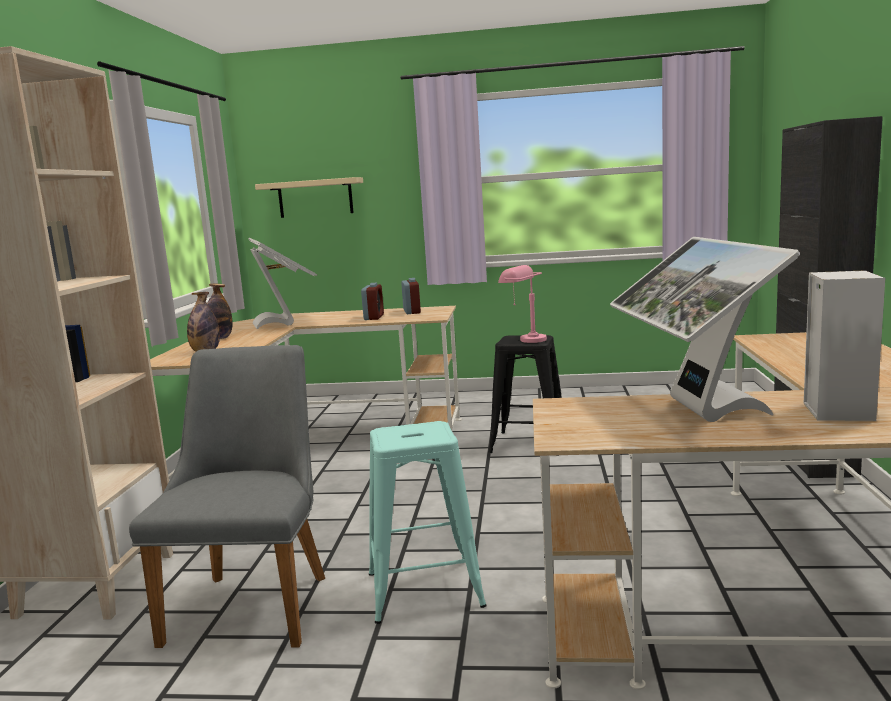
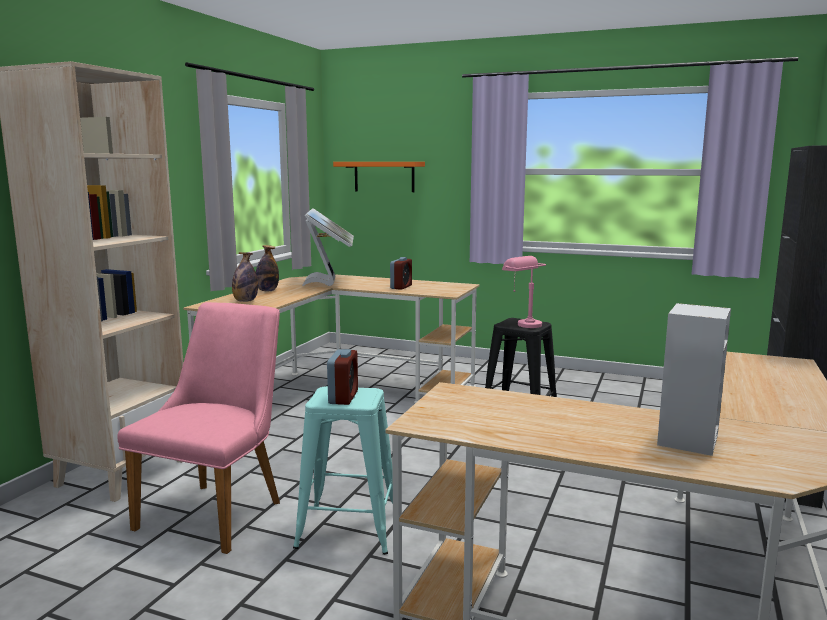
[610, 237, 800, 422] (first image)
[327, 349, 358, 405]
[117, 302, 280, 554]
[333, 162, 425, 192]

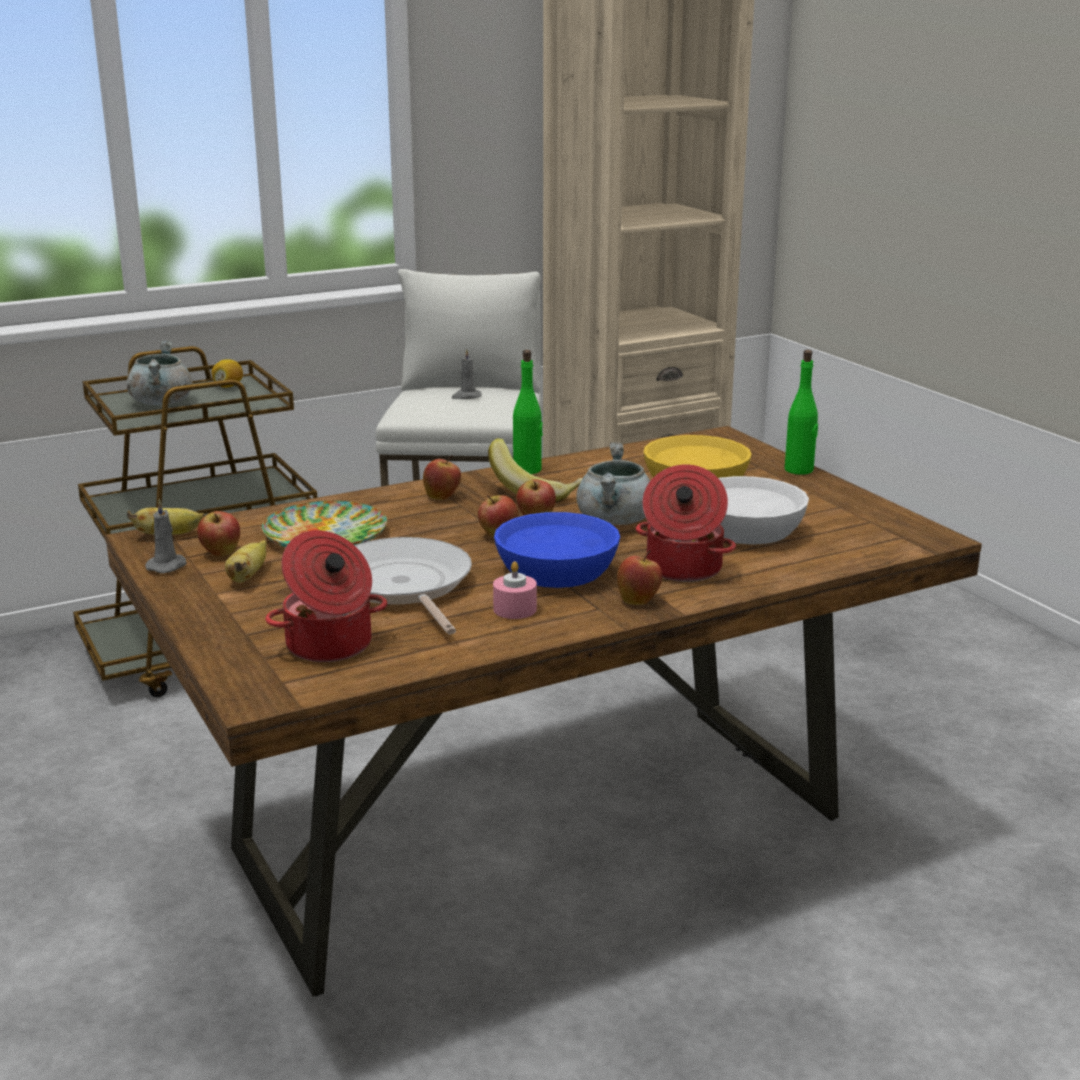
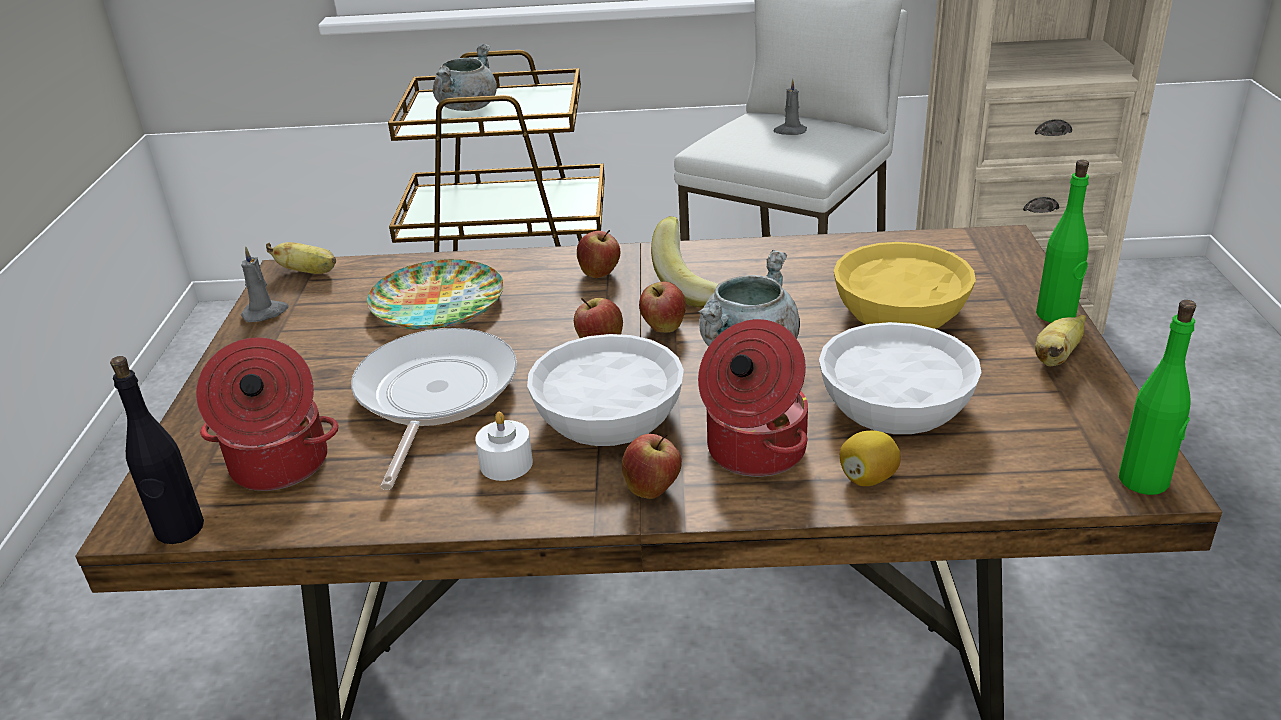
[197, 511, 240, 556] (first image)
[110, 356, 204, 544]
[840, 431, 901, 486]
[1035, 315, 1086, 367]
[1119, 300, 1196, 495]
[475, 412, 533, 481]
[527, 334, 684, 446]

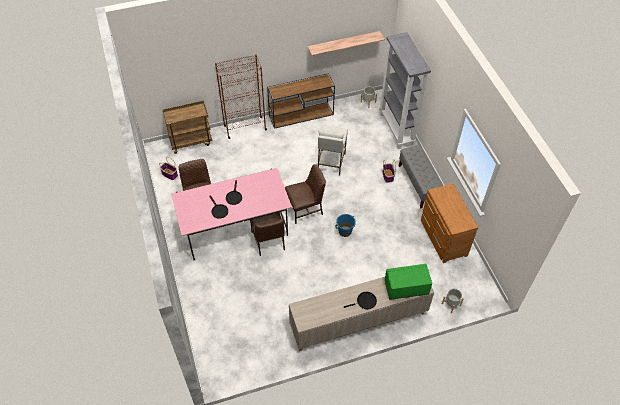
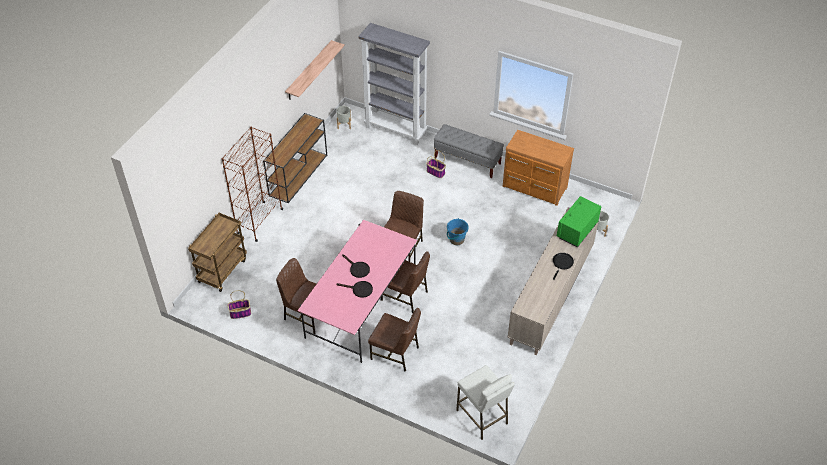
[368, 308, 421, 372]
[456, 365, 515, 440]

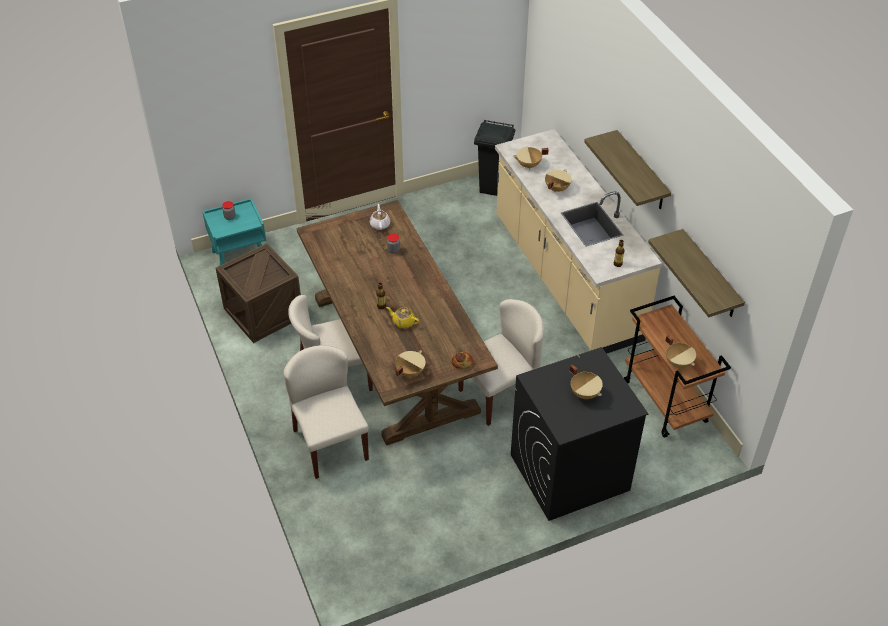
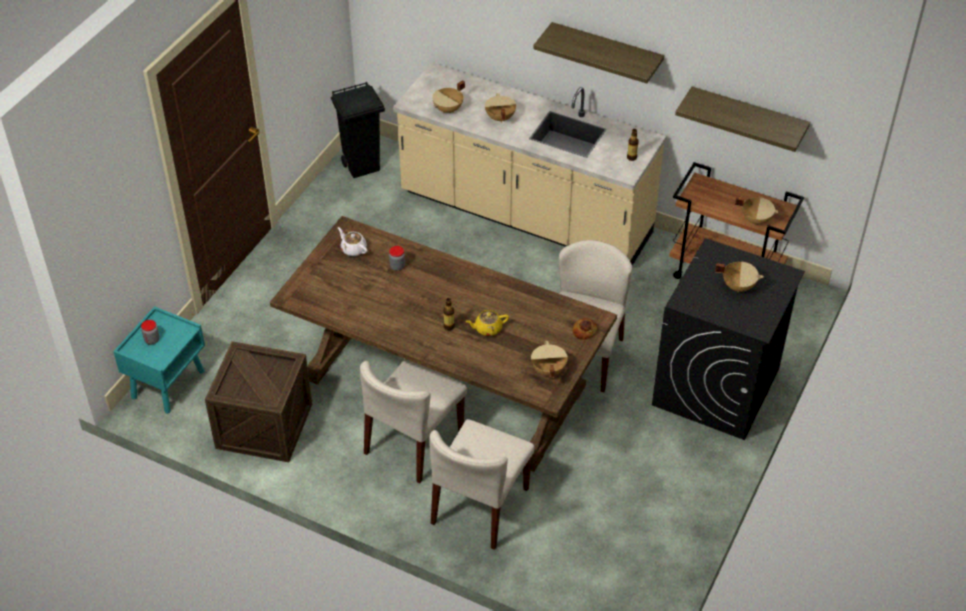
[429, 419, 535, 550]

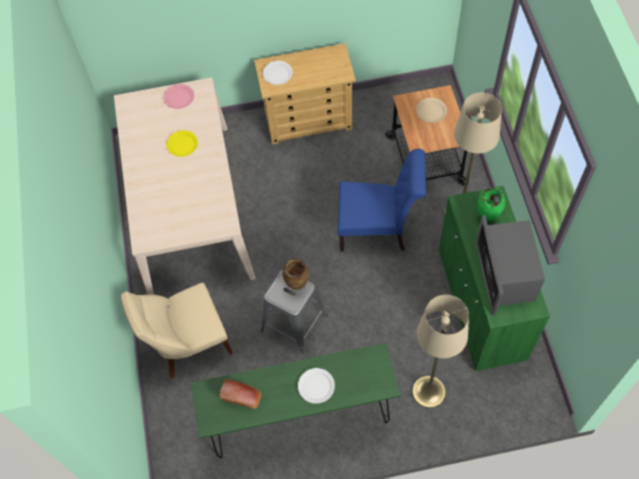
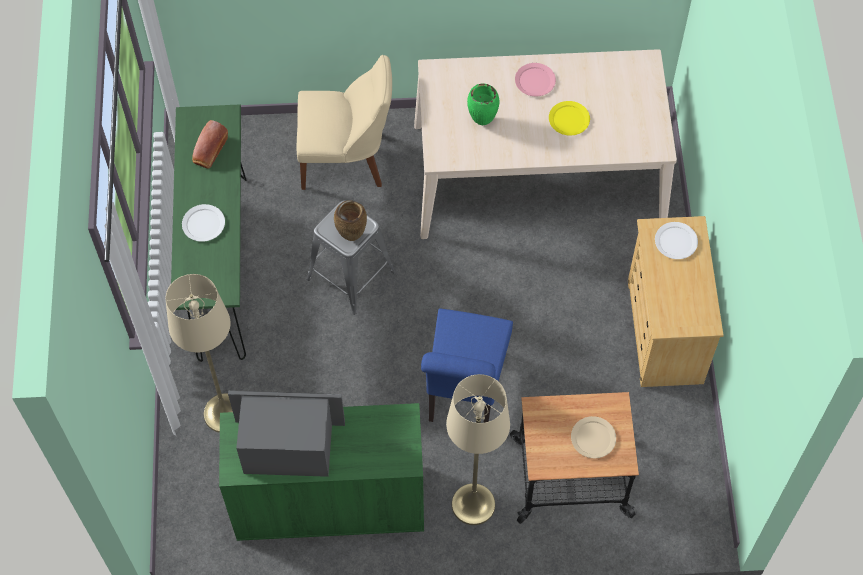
[515, 63, 556, 96]
[467, 83, 499, 125]
[297, 55, 392, 190]

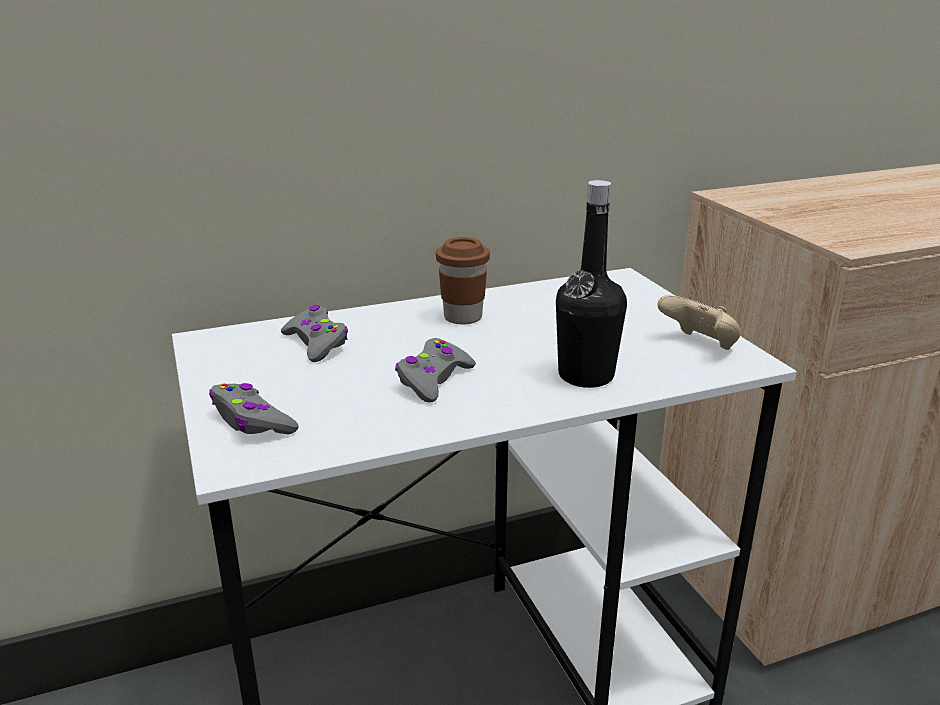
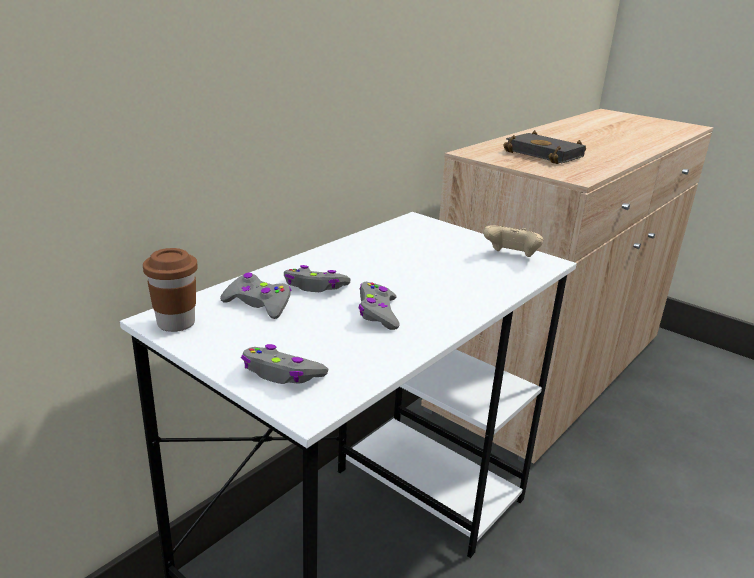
[556, 180, 627, 388] (first image)
[284, 265, 351, 292]
[503, 130, 586, 164]
[143, 248, 198, 332]

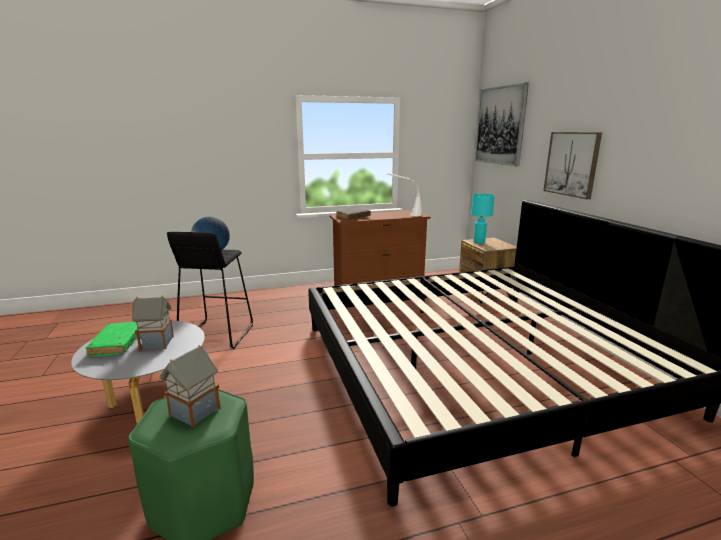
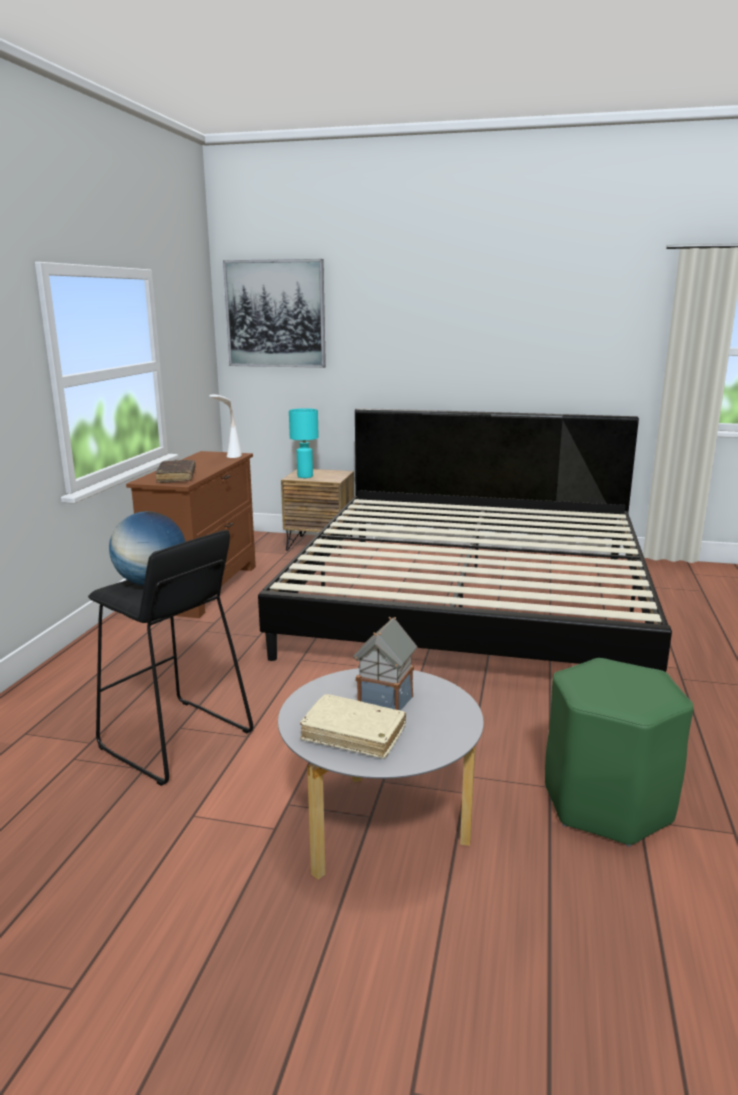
[159, 345, 221, 428] (first image)
[543, 132, 602, 199] (first image)
[300, 694, 406, 759]

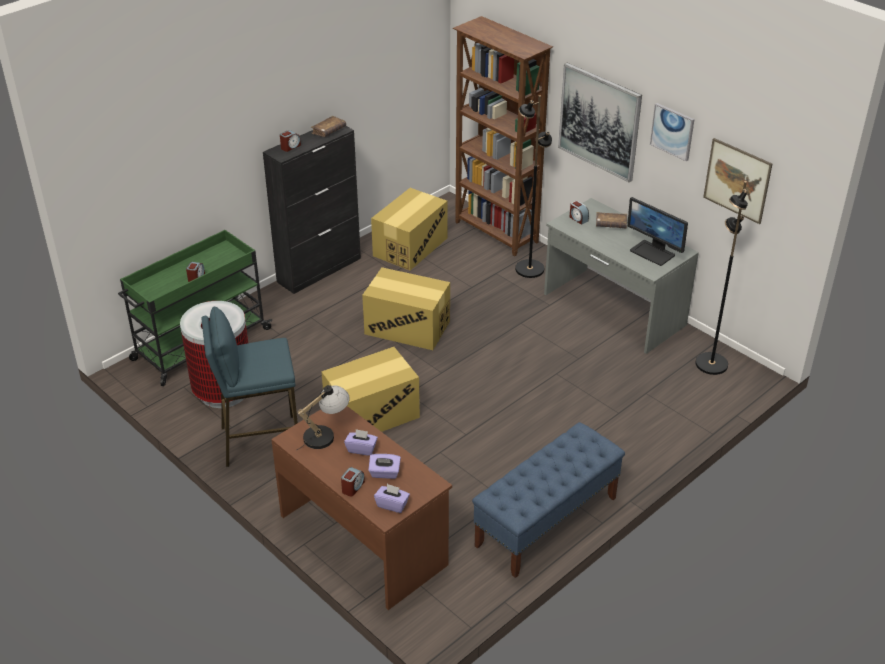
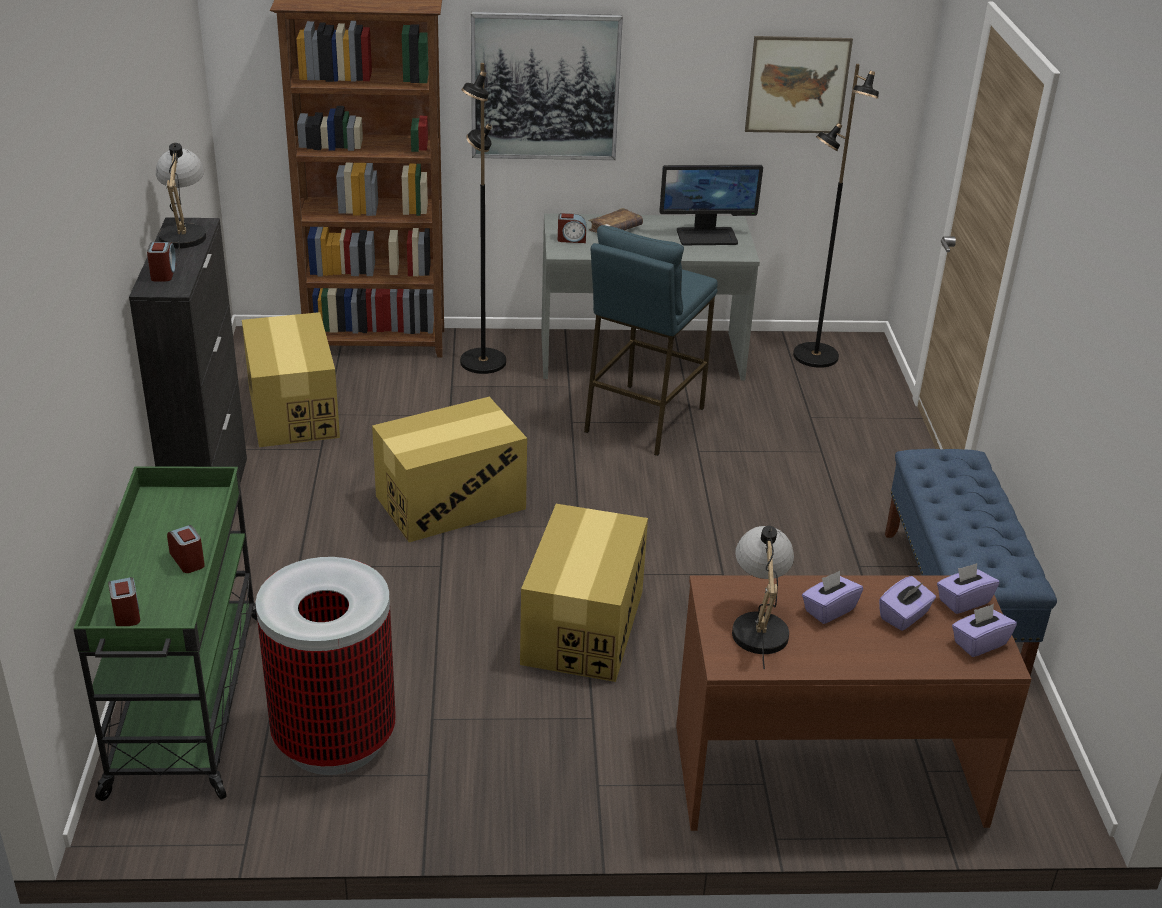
[650, 103, 695, 161] (first image)
[937, 563, 999, 614]
[584, 225, 718, 456]
[108, 577, 140, 626]
[156, 143, 206, 256]

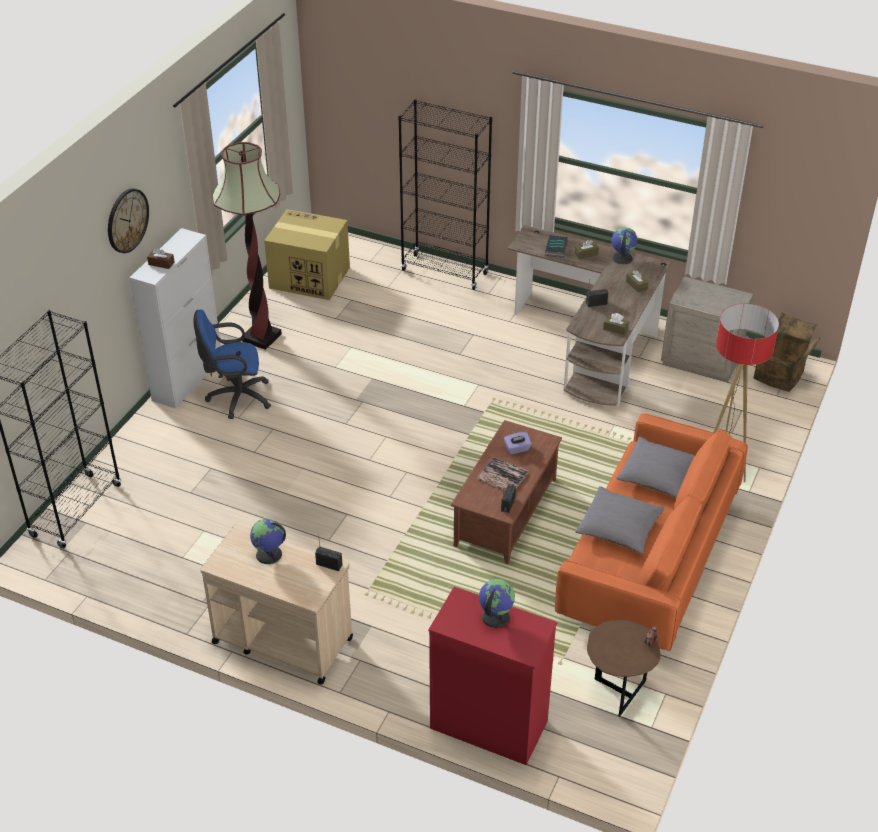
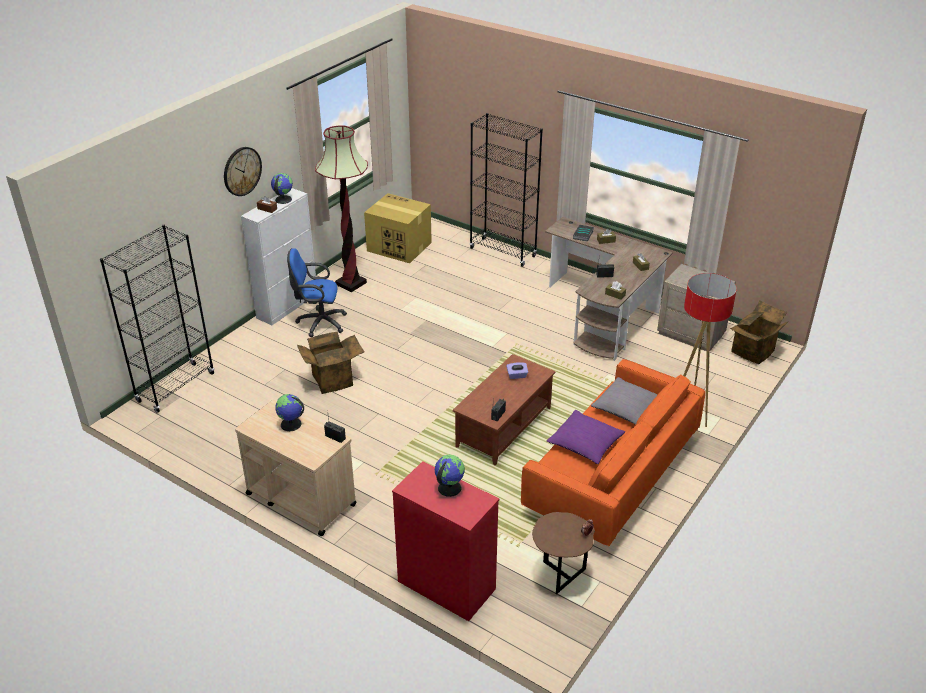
[477, 457, 528, 490] (first image)
[297, 332, 364, 394]
[271, 173, 293, 204]
[547, 410, 625, 464]

